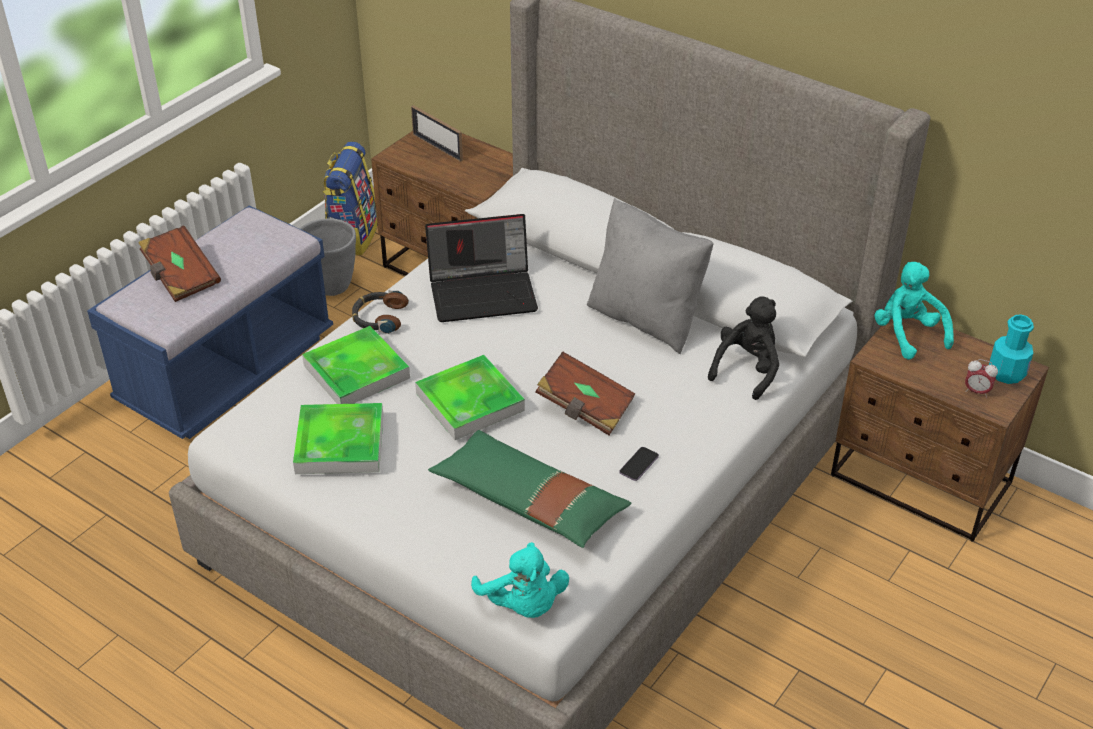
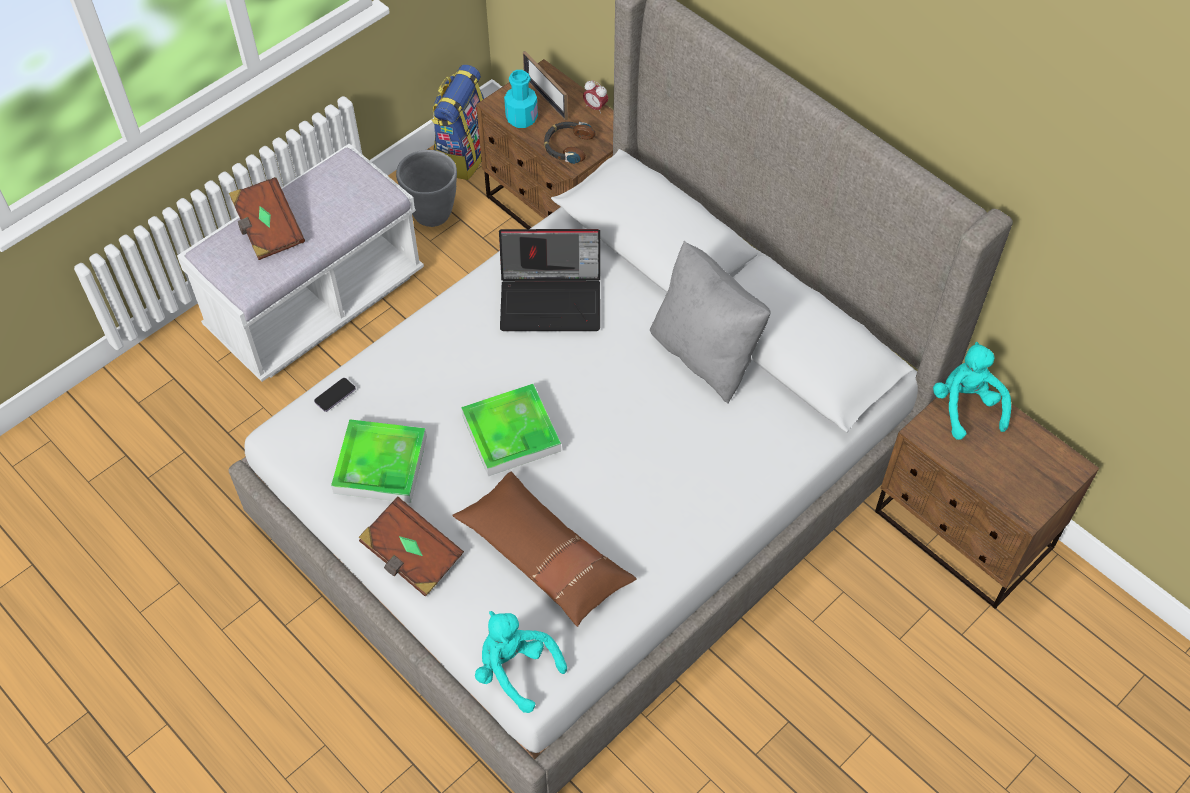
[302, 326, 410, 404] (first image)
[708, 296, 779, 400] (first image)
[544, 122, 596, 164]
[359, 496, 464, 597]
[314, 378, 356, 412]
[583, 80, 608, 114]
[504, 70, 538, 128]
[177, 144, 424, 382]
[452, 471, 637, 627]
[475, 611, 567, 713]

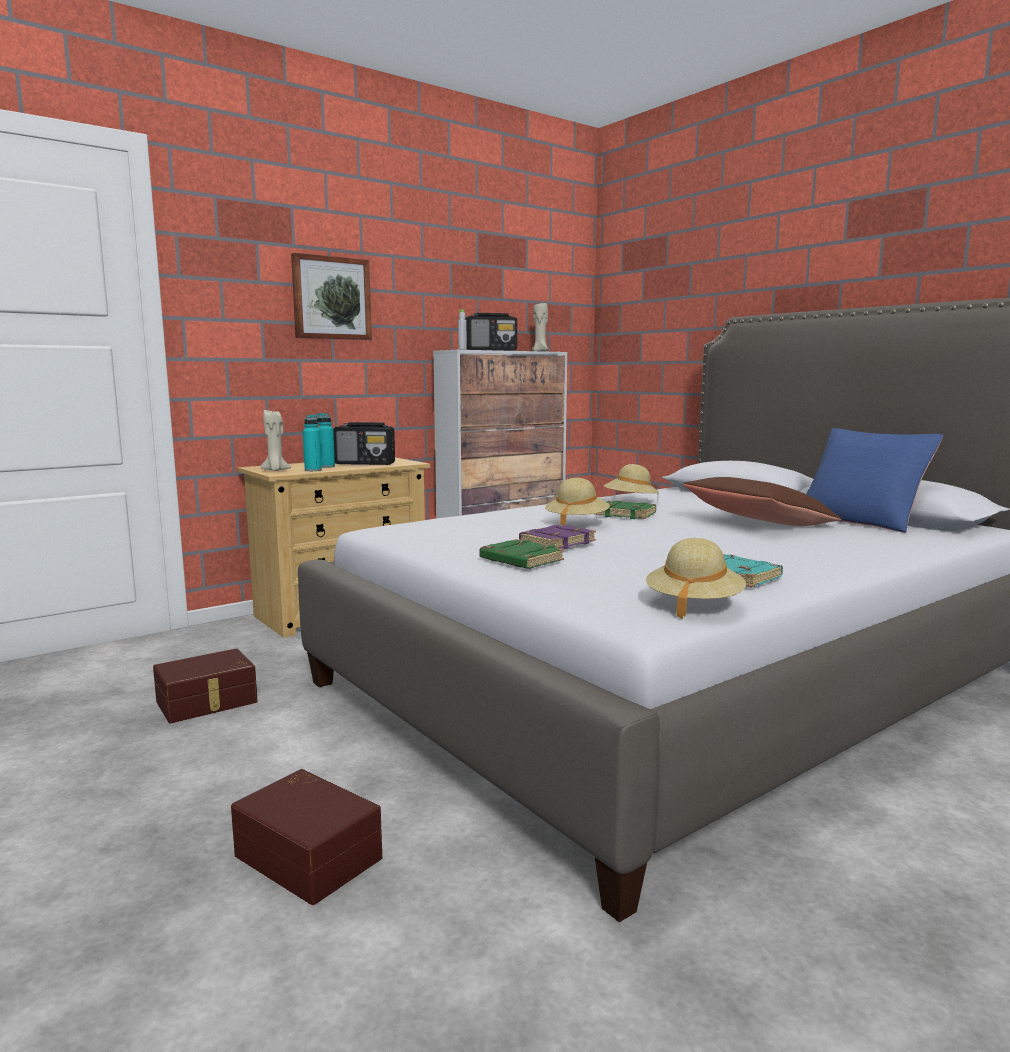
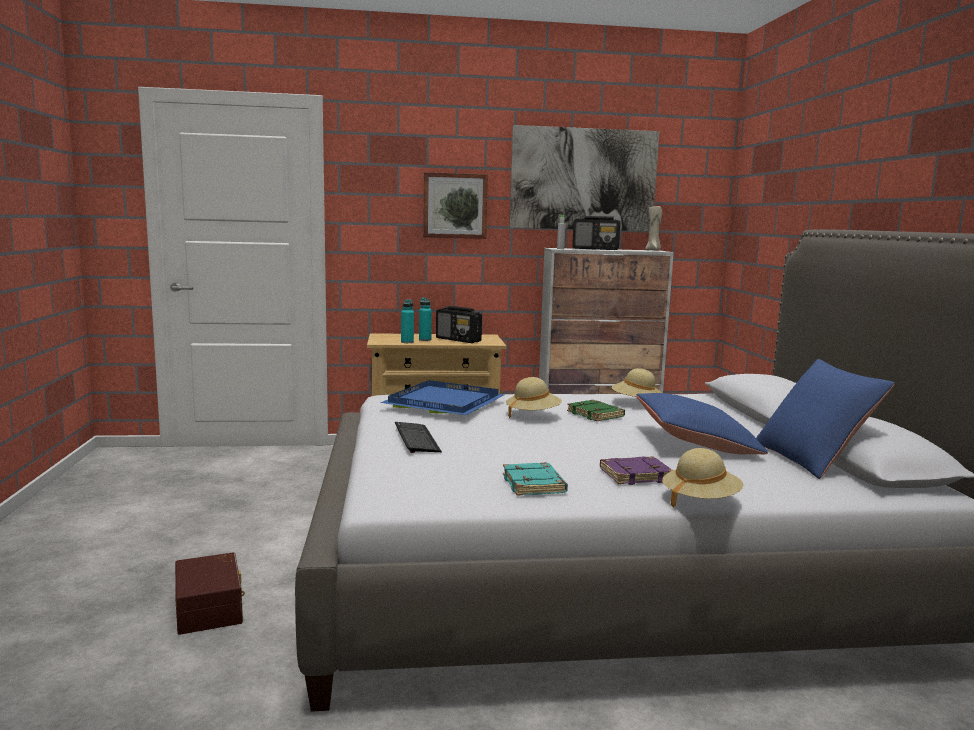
[153, 648, 258, 723] (first image)
[261, 410, 291, 471] (first image)
[380, 380, 504, 415]
[509, 125, 659, 231]
[600, 457, 673, 485]
[662, 448, 744, 508]
[395, 422, 442, 453]
[636, 393, 768, 454]

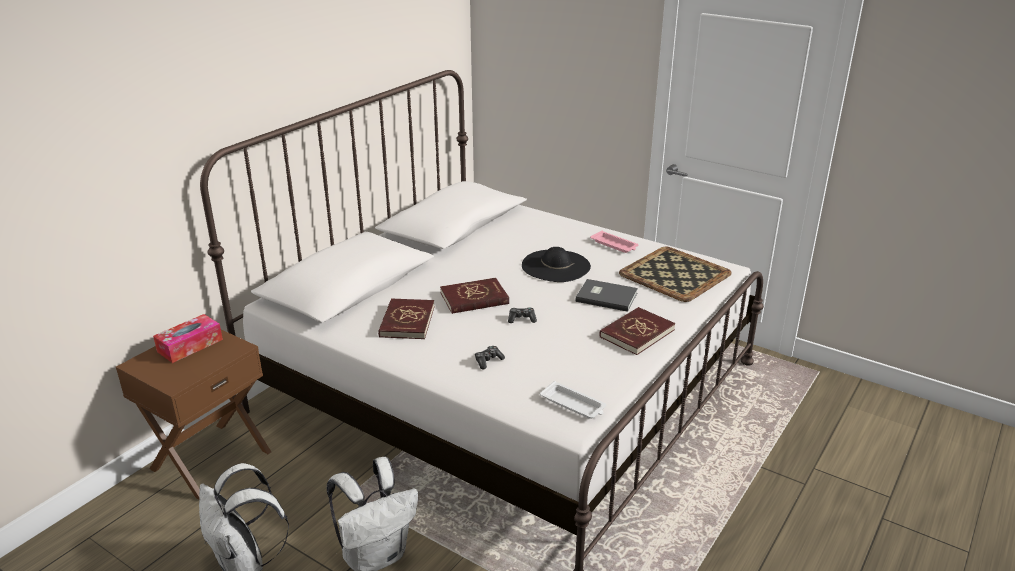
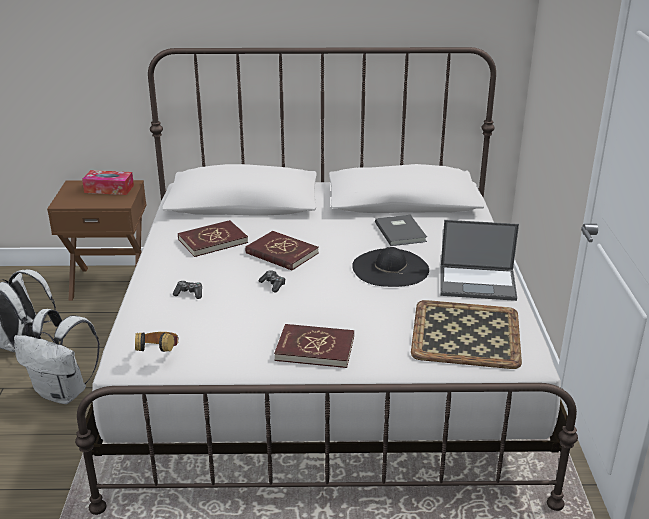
[375, 215, 427, 246]
[135, 332, 179, 352]
[440, 220, 519, 301]

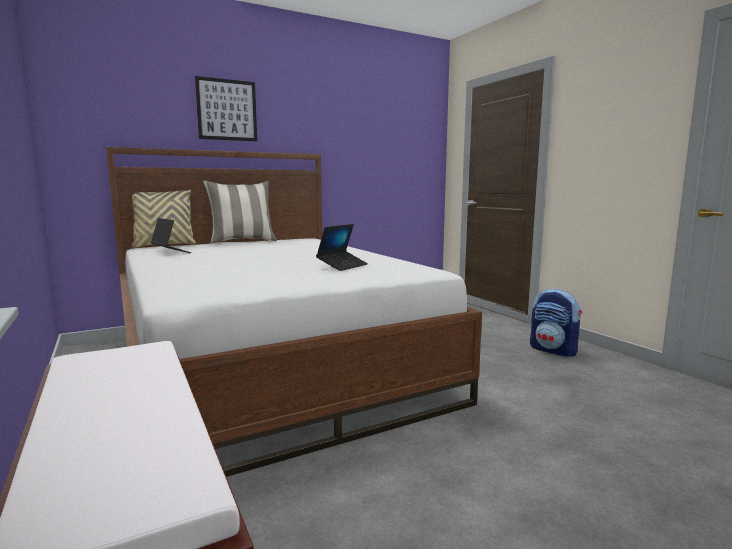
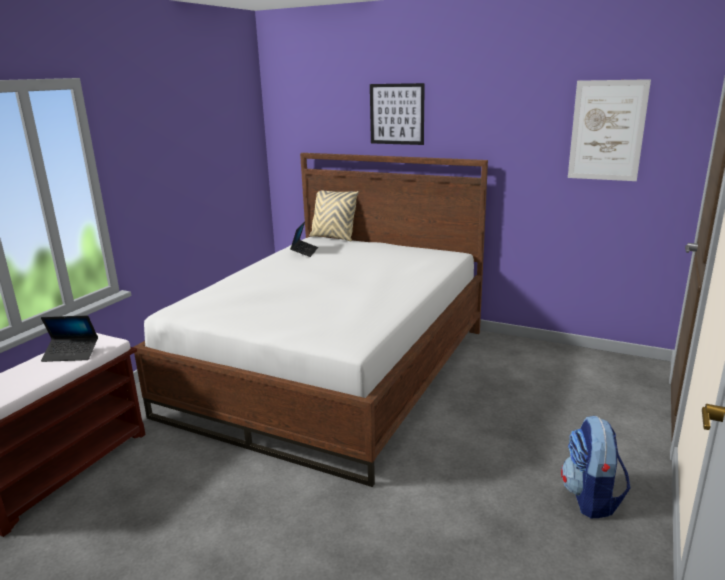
[203, 181, 277, 244] (first image)
[568, 79, 651, 181]
[41, 315, 98, 362]

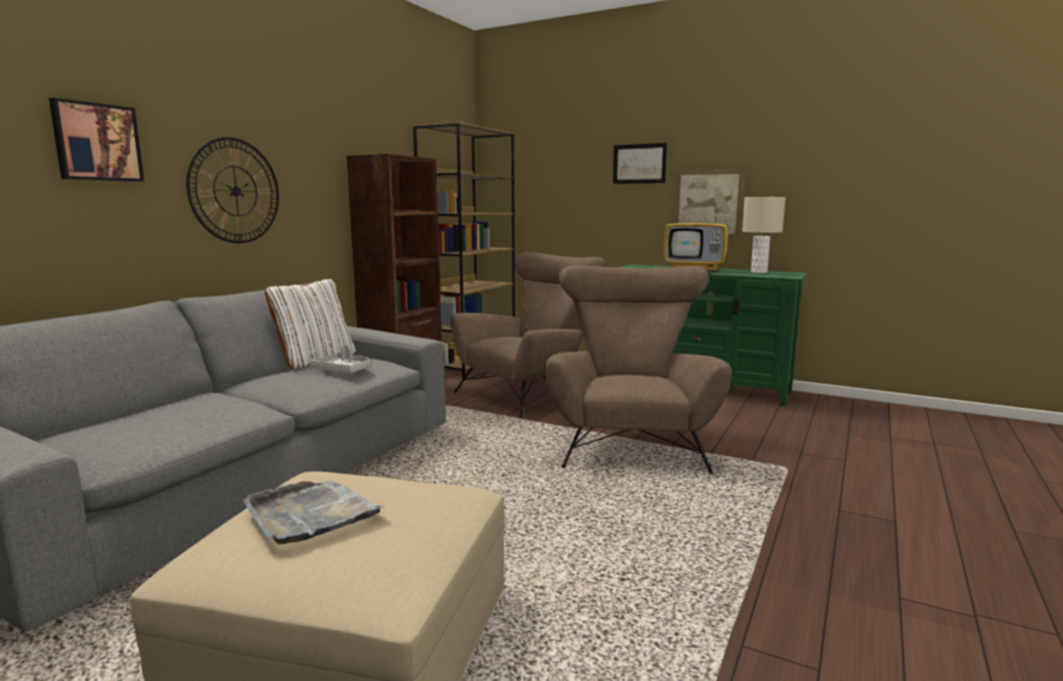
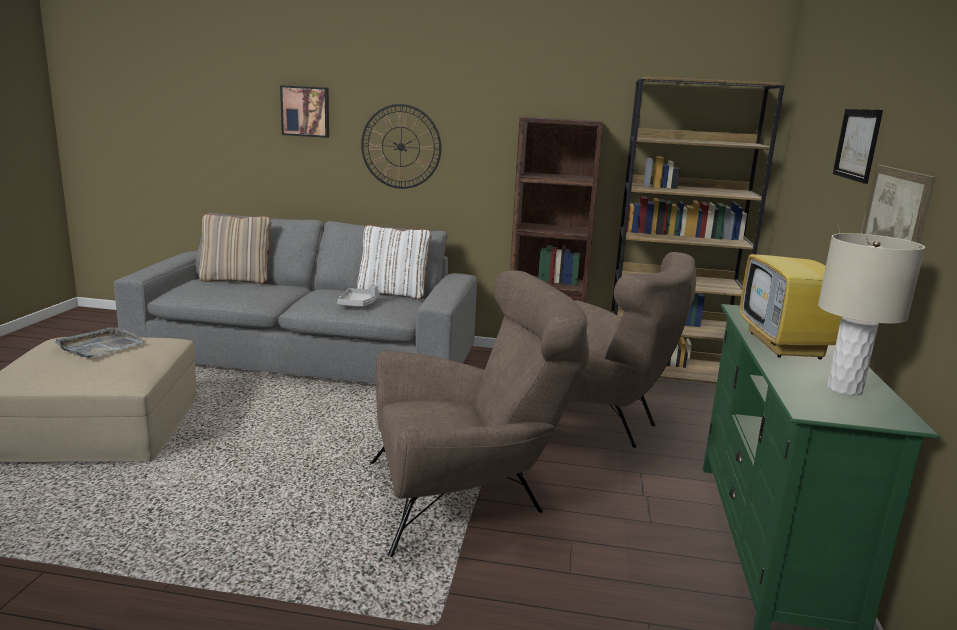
[199, 214, 271, 284]

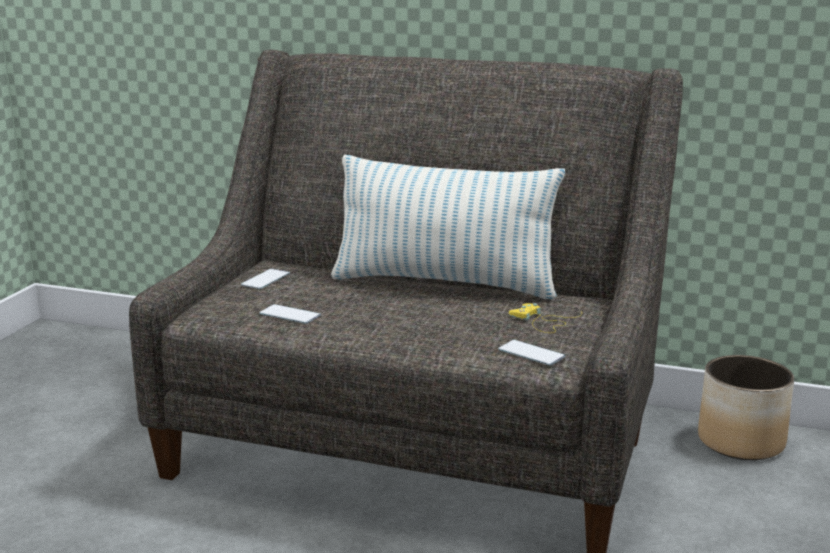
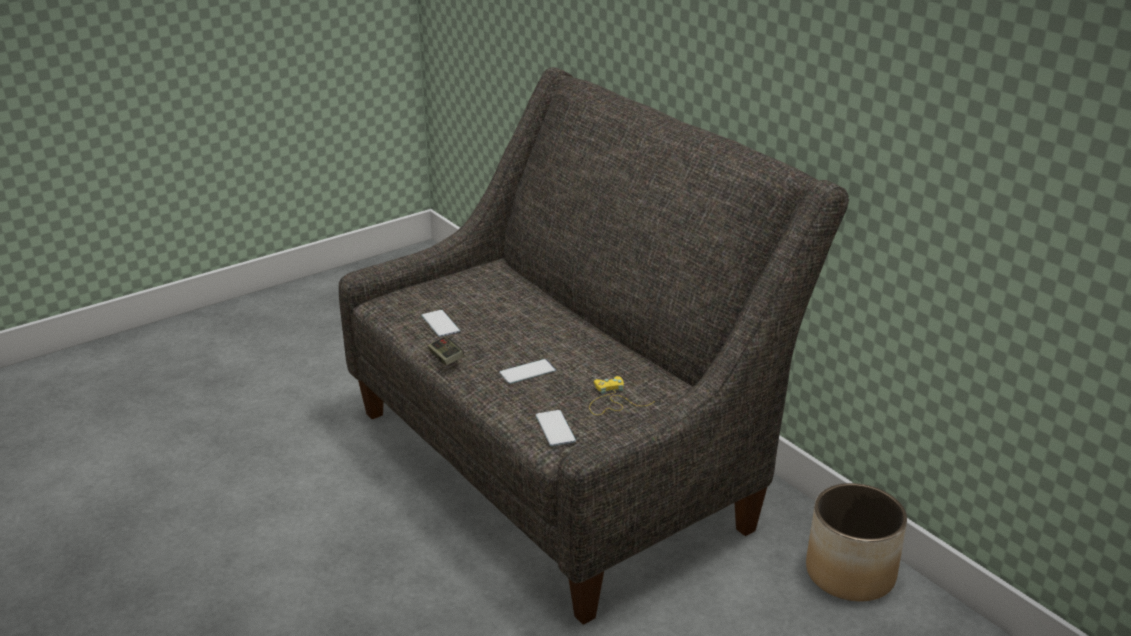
[331, 155, 565, 299] (first image)
[428, 336, 464, 365]
[499, 359, 556, 384]

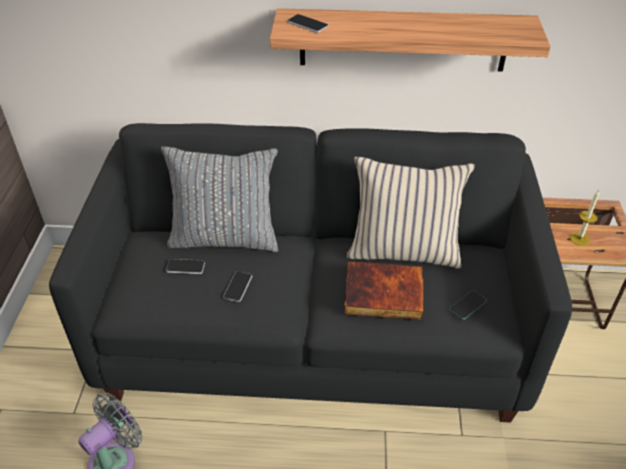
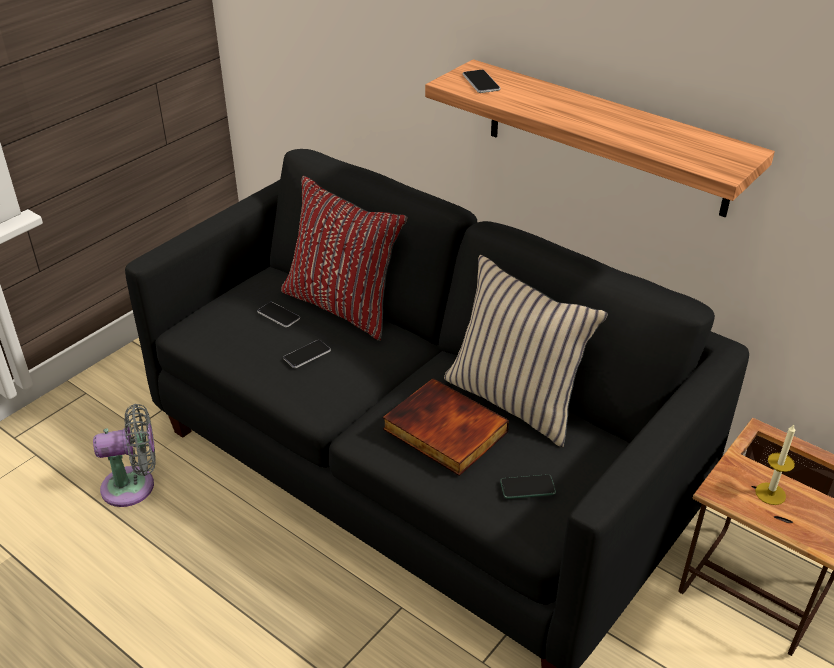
[281, 176, 408, 341]

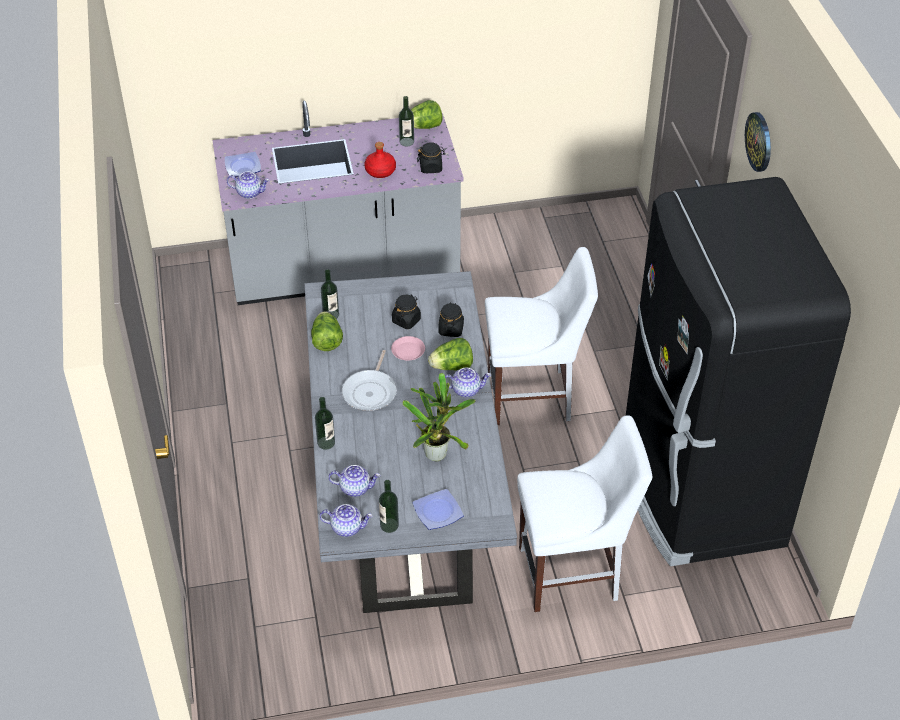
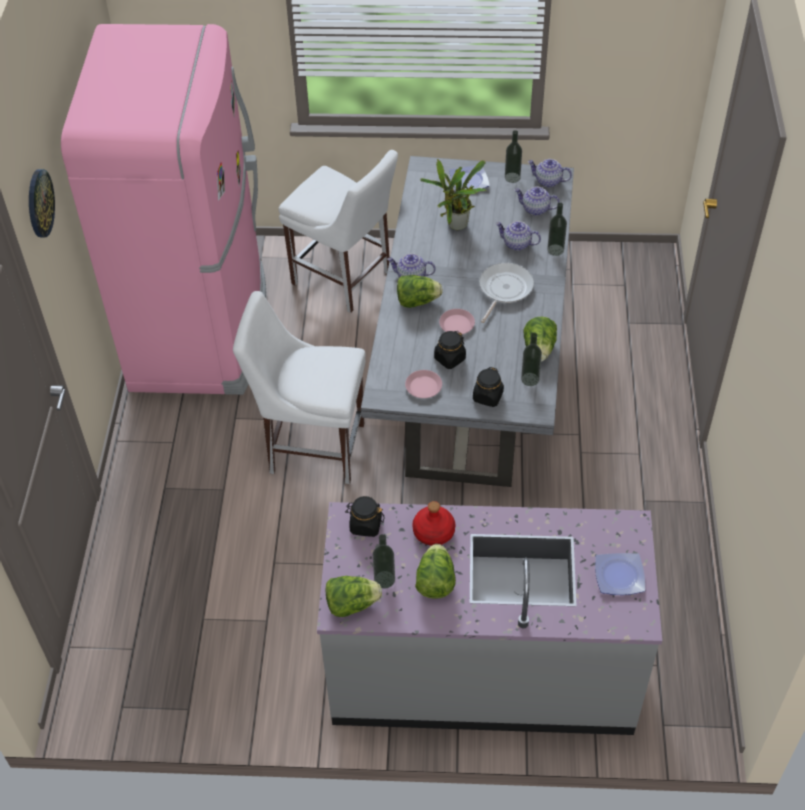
[405, 370, 442, 398]
[415, 544, 456, 599]
[495, 221, 541, 251]
[473, 367, 504, 407]
[61, 24, 267, 395]
[279, 150, 398, 313]

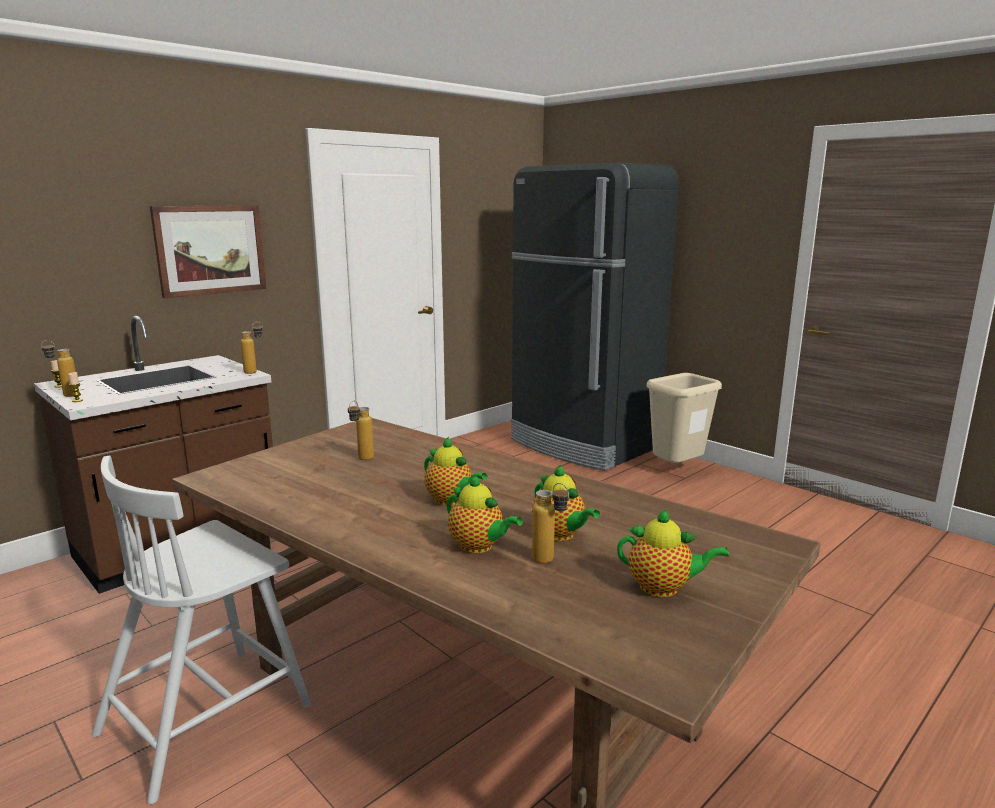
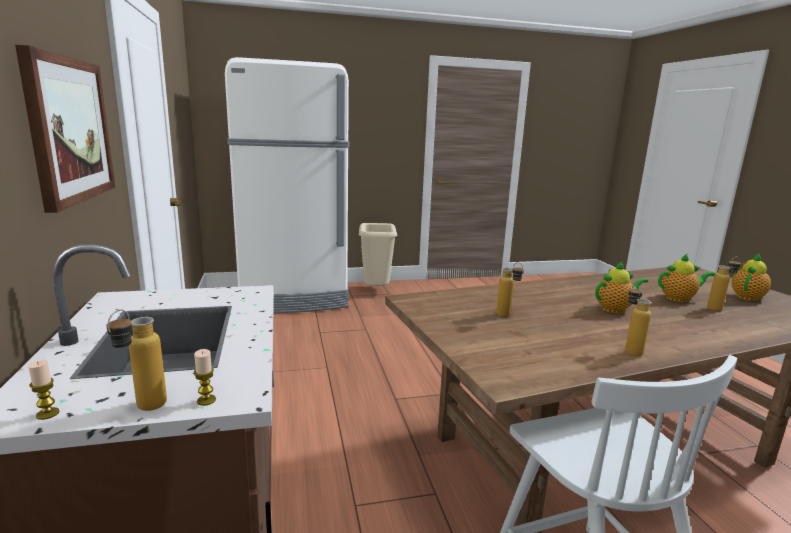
[446, 474, 523, 553] (first image)
[625, 283, 651, 356]
[225, 57, 350, 313]

